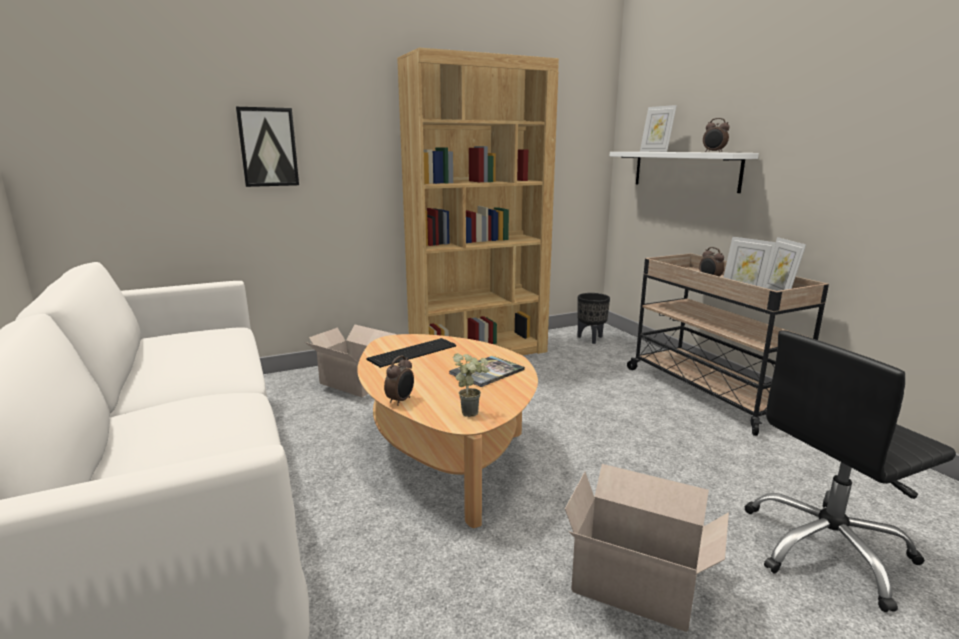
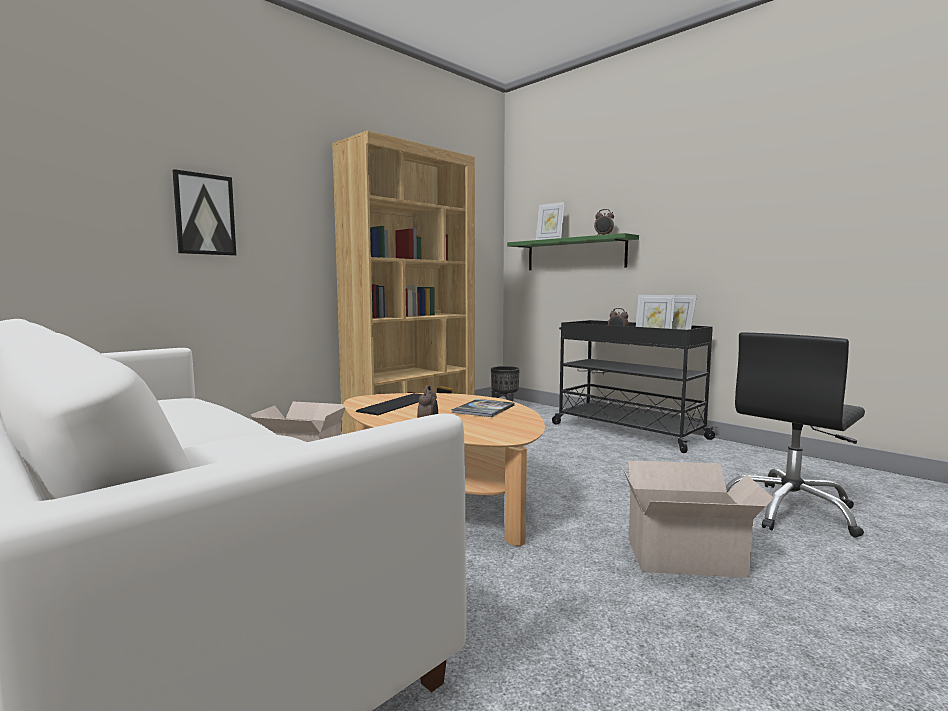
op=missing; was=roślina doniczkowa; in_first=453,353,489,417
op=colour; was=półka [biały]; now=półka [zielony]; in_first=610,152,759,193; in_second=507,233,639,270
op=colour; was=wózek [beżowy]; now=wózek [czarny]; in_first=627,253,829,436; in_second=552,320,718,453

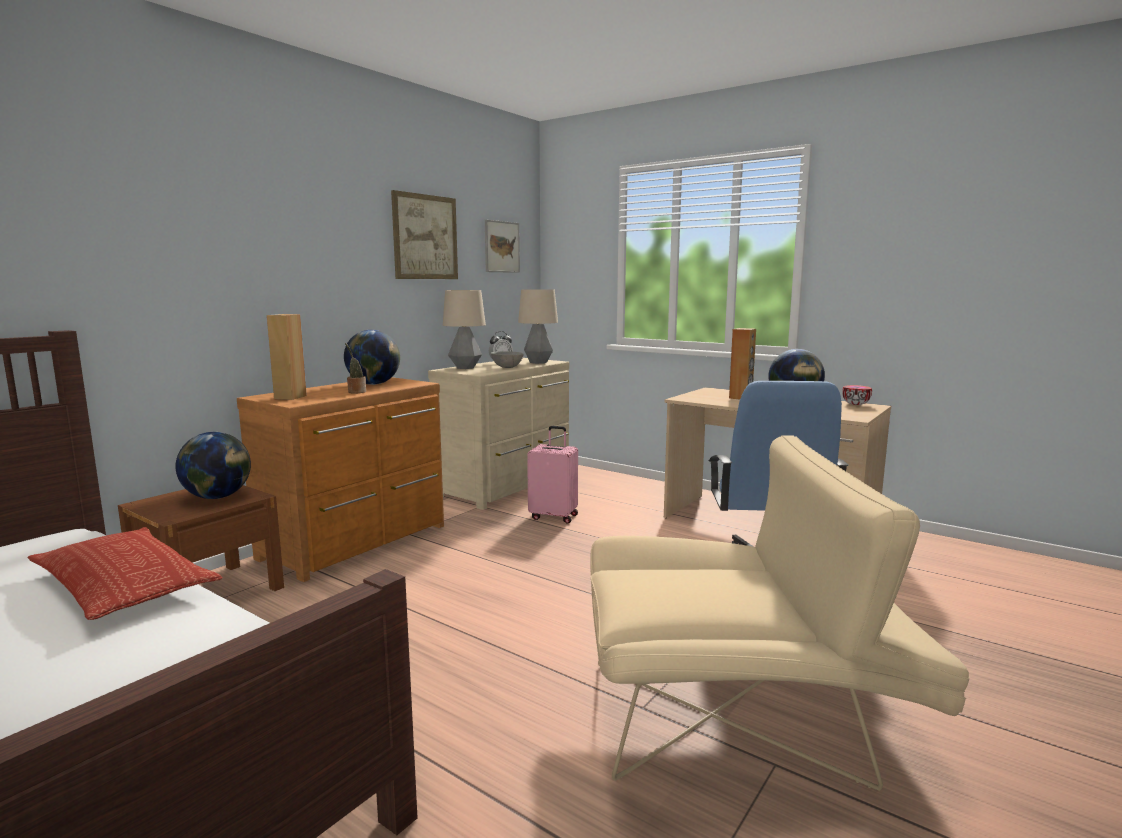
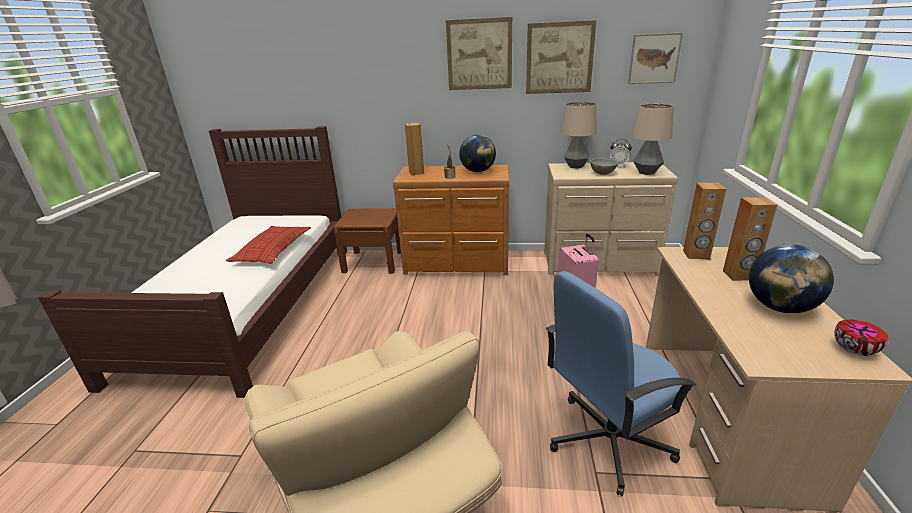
op=missing; was=globus; in_first=175,432,251,499
op=appeared; now=obraz; in_second=446,17,512,90
op=appeared; now=głośnik [brązowy]; in_second=683,183,726,259

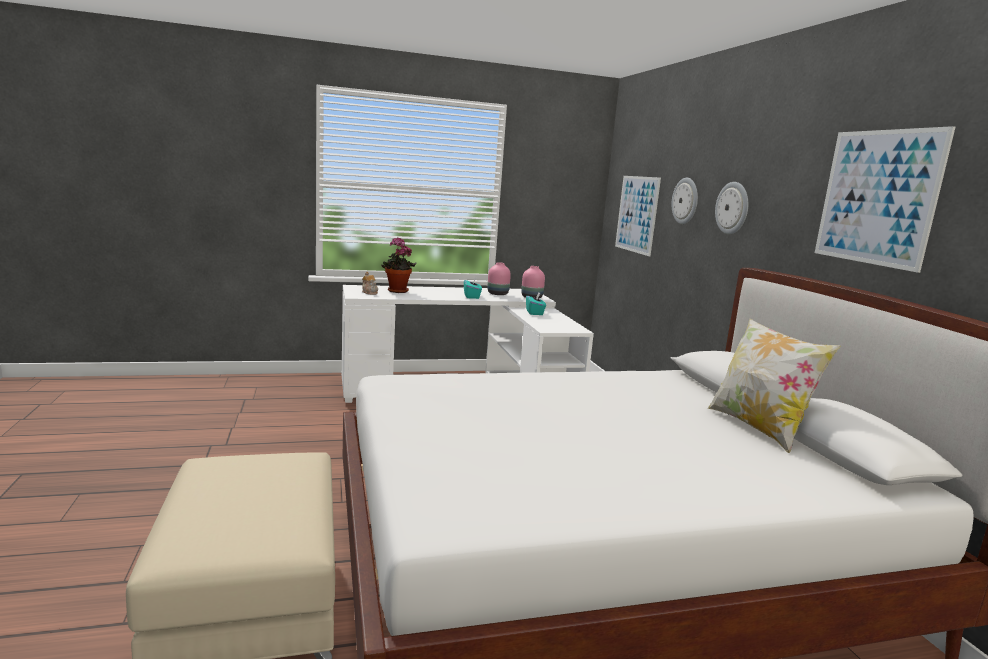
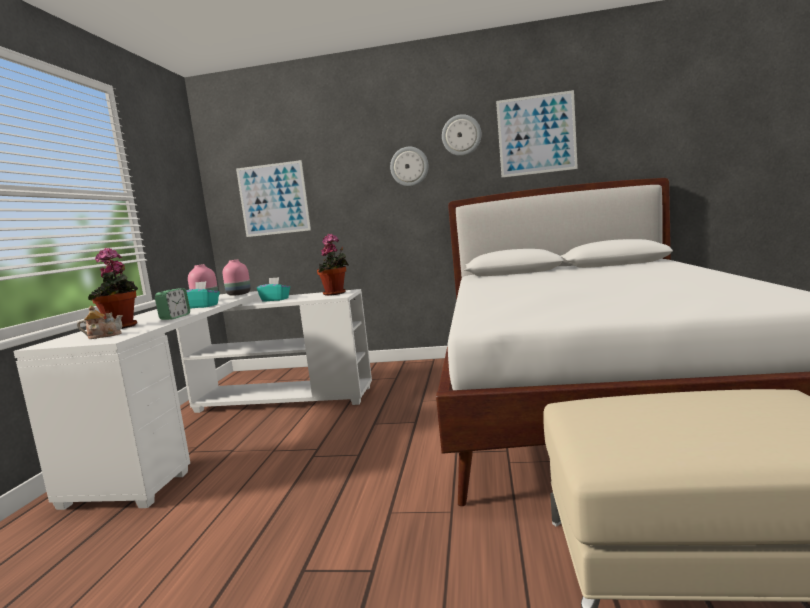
op=missing; was=poduszka; in_first=708,318,840,453
op=appeared; now=budzik; in_second=155,288,190,320
op=appeared; now=roślina doniczkowa; in_second=317,234,349,296
op=relocated; was=zegar ścienny; in_first=671,178,698,224; in_second=442,114,481,156

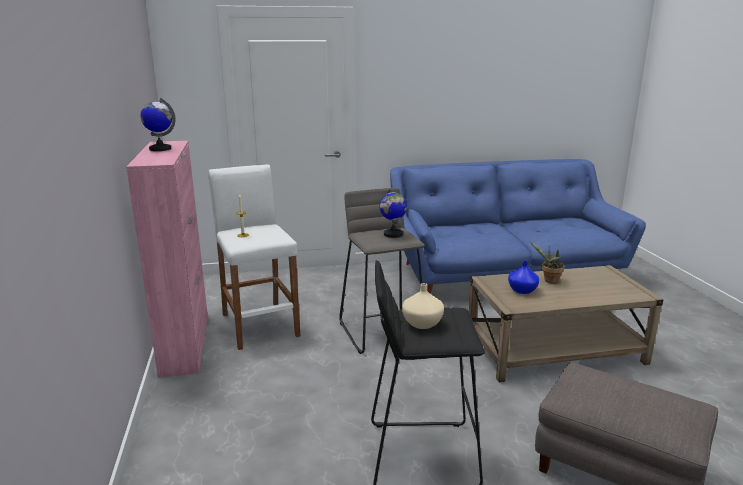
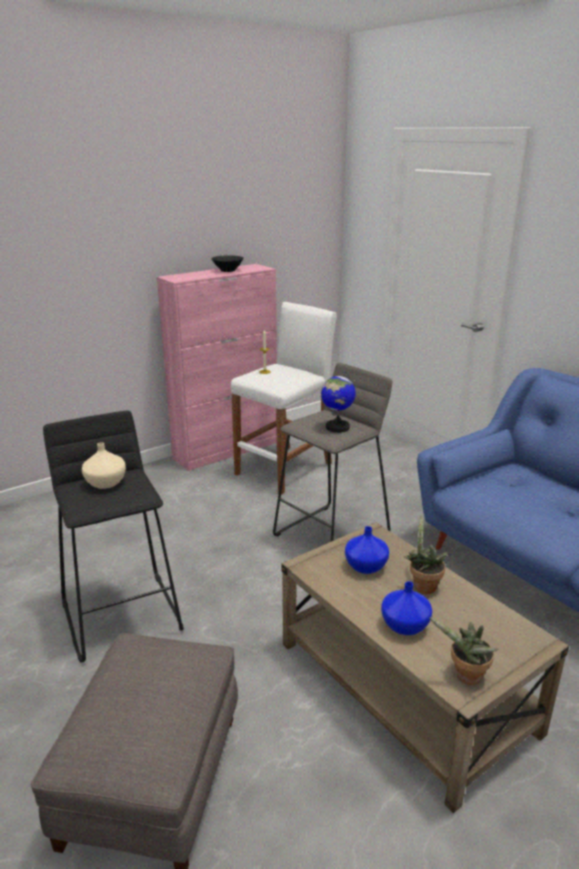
op=appeared; now=wazon [niebieski]; in_second=381,581,432,635
op=appeared; now=roślina doniczkowa; in_second=429,617,499,685
op=exchanged; was=globus; now=miska [czarny]; in_first=140,98,176,151; in_second=211,255,244,272

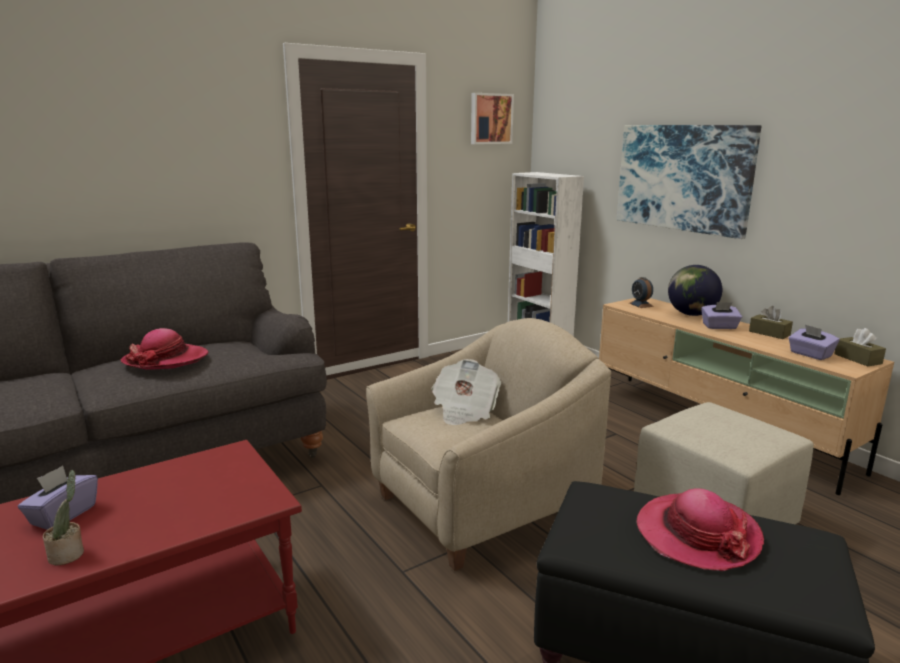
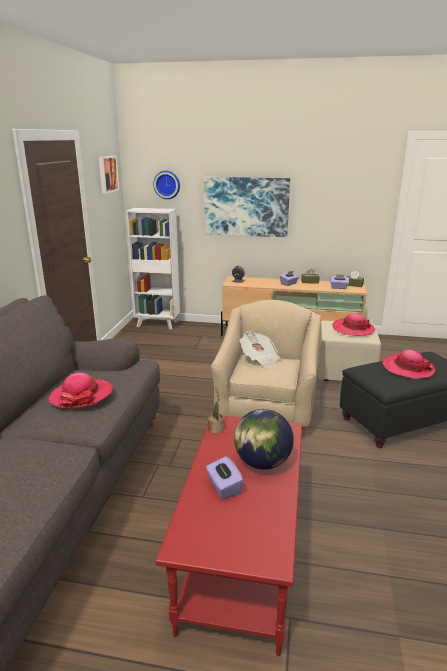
op=appeared; now=zegar ścienny; in_second=153,171,180,199
op=appeared; now=kapelusz; in_second=332,313,375,336
op=relocated; was=roślina doniczkowa; in_first=43,470,84,565; in_second=208,387,223,434
op=relocated; was=globus; in_first=668,265,722,316; in_second=234,409,294,470

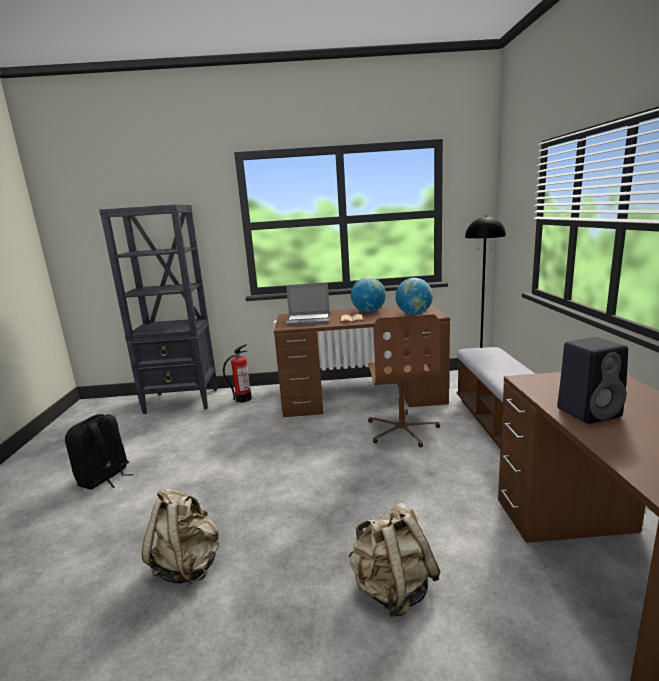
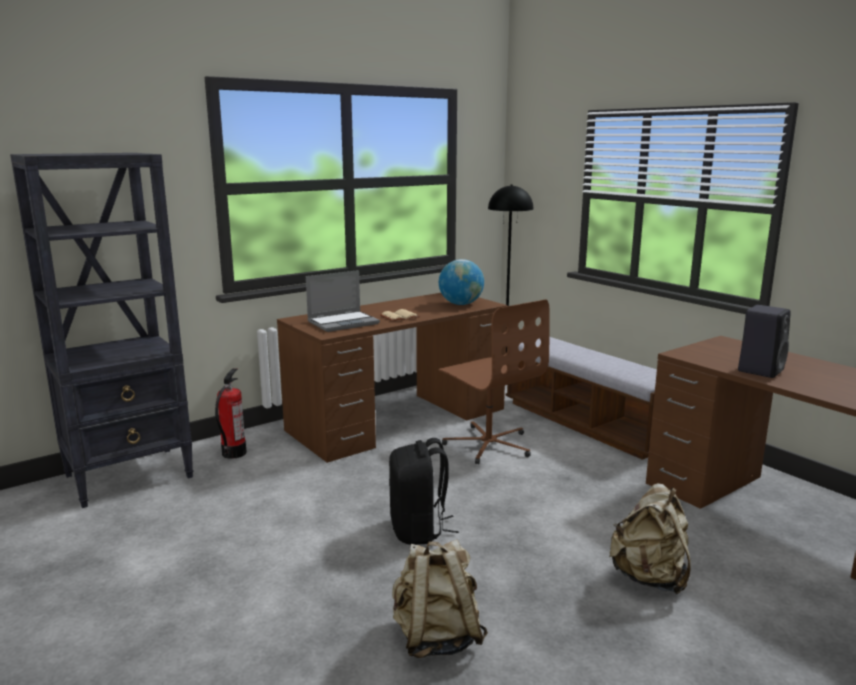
op=missing; was=globus; in_first=351,277,386,312
op=relocated; was=plecak [czarny]; in_first=65,414,133,490; in_second=389,438,459,545

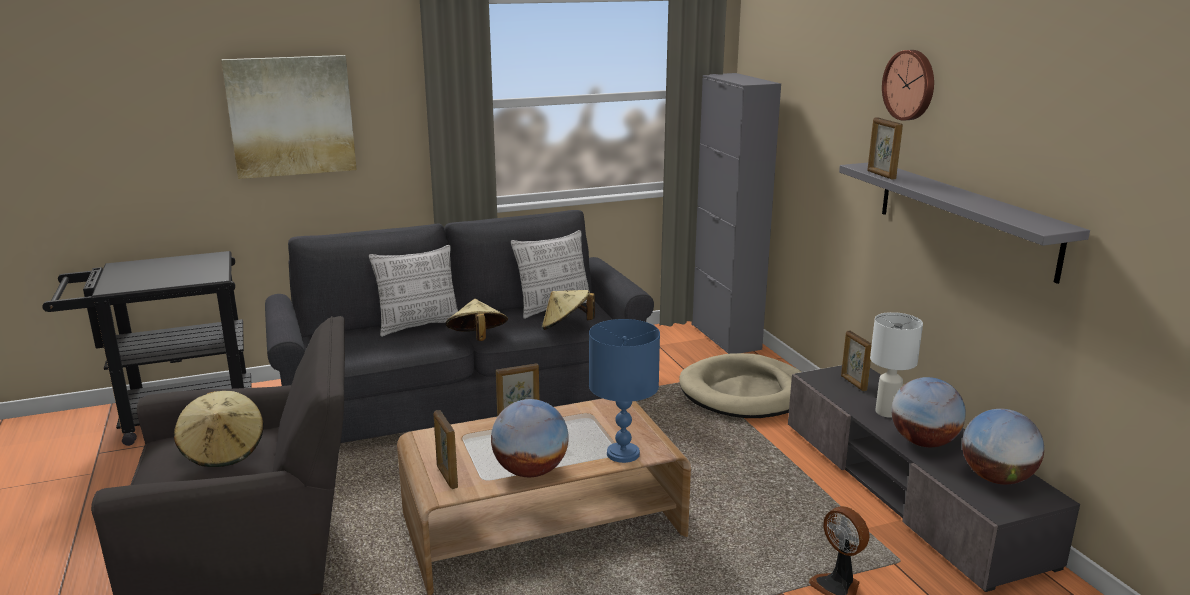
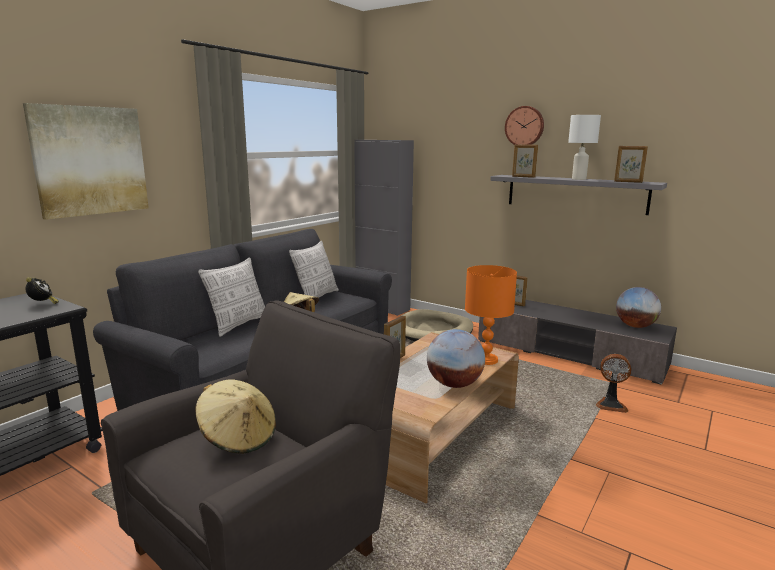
op=missing; was=kapelusz [beżowy]; in_first=542,290,595,330
op=missing; was=globus; in_first=892,377,966,447
op=appeared; now=budzik; in_second=26,277,59,304
op=relocated; was=ramka na zdjęcie; in_first=434,410,458,489; in_second=614,146,648,183
op=relocated; was=lampa stołowa [biały]; in_first=870,312,923,418; in_second=568,115,601,180
op=colour; was=lampa stołowa [niebieski]; now=lampa stołowa [pomarańczowy]; in_first=589,319,660,463; in_second=465,265,517,365

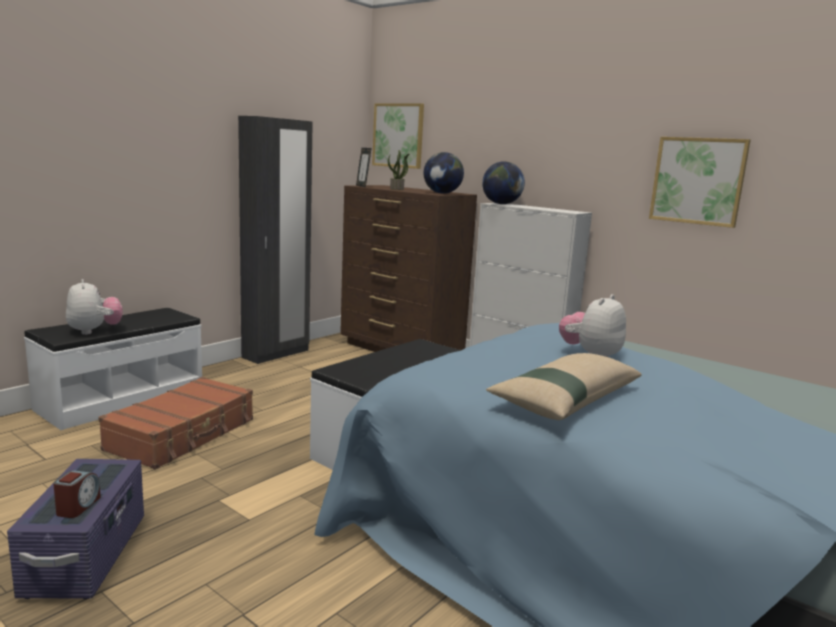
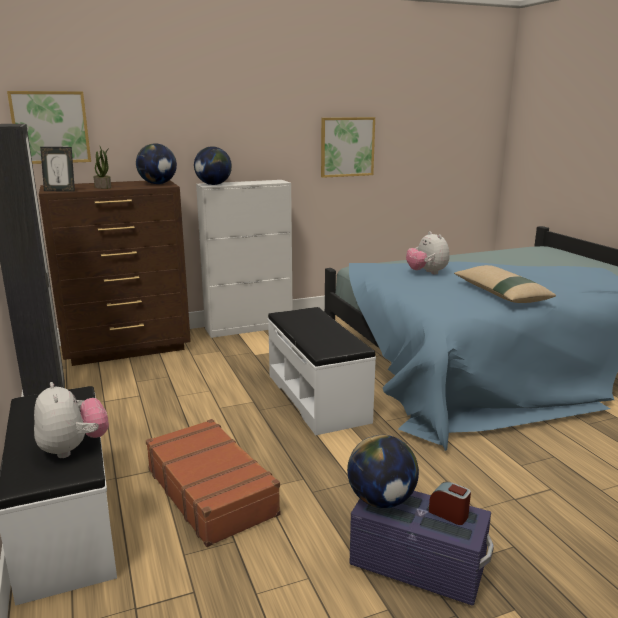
op=appeared; now=globus; in_second=347,435,419,508
op=spun; was=pluszak; in_first=66,279,122,335; in_second=34,382,109,458; clockwise=60

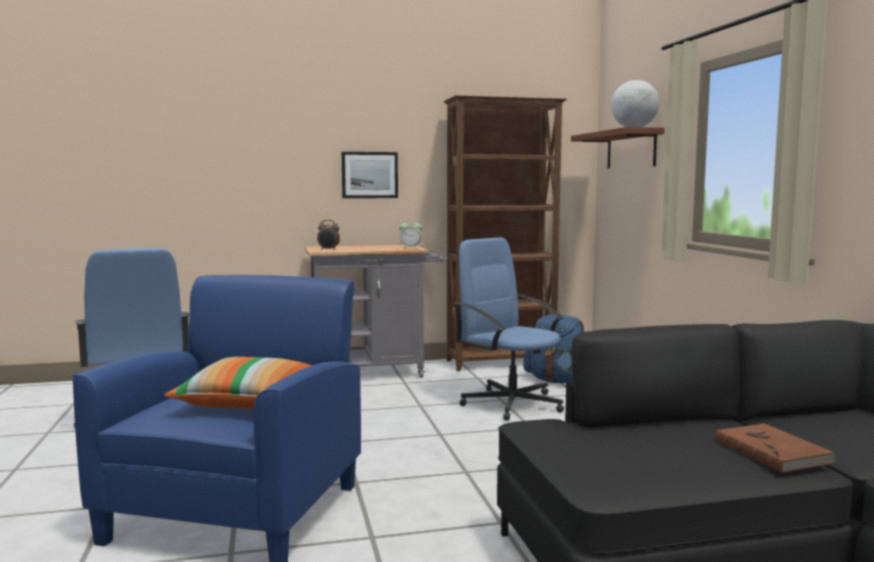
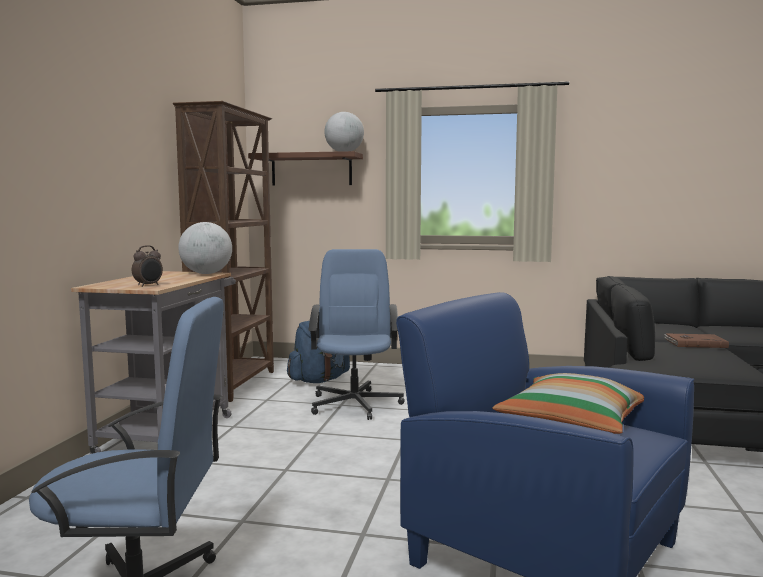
op=missing; was=obraz; in_first=342,152,398,198
op=exchanged; was=budzik; now=globus; in_first=399,219,423,249; in_second=178,222,232,274
op=spun; was=krzesło biurowe [niebieski]; in_first=454,237,564,421; in_second=308,249,405,420; clockwise=105

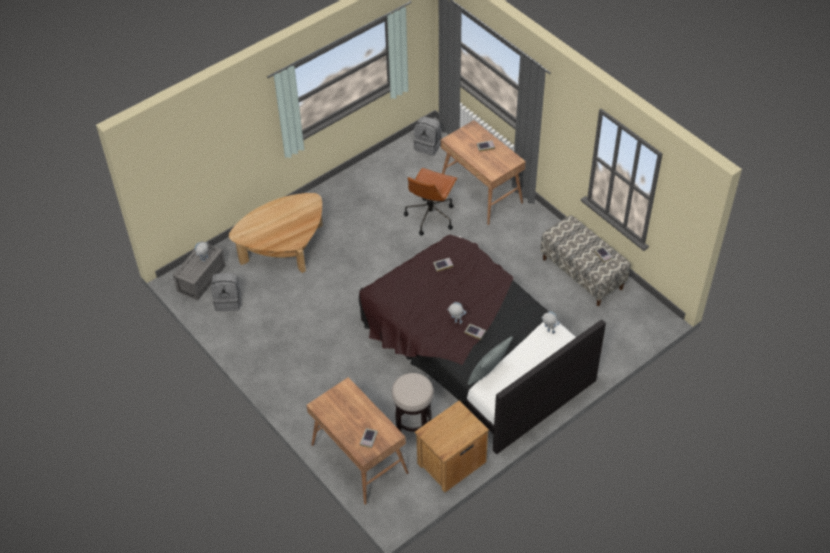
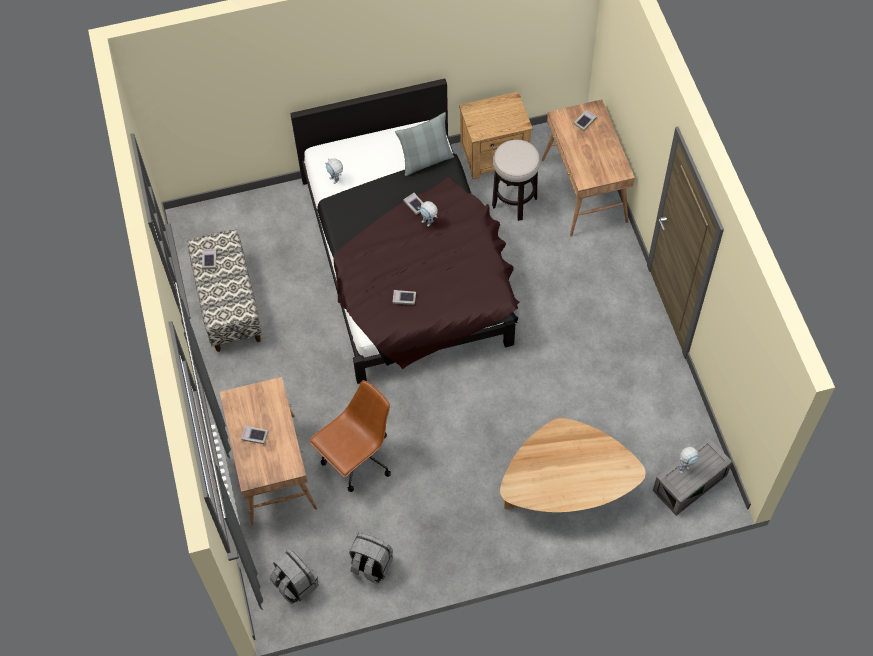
op=relocated; was=plecak [szary]; in_first=211,273,241,311; in_second=349,533,393,584

